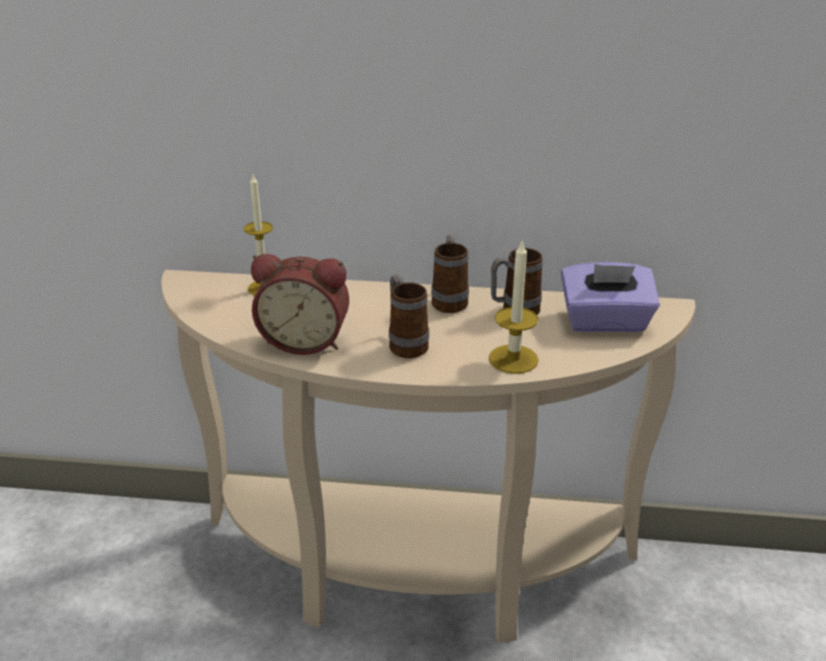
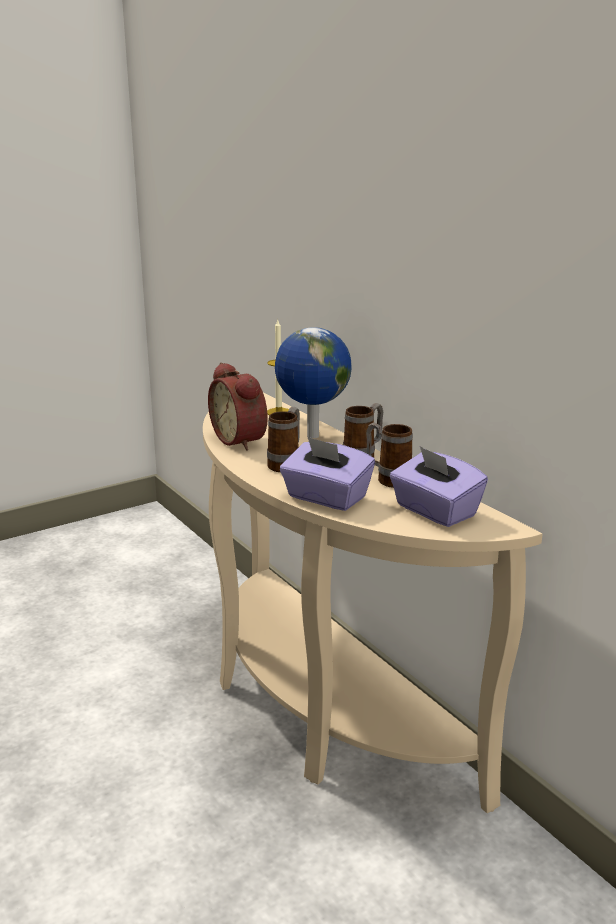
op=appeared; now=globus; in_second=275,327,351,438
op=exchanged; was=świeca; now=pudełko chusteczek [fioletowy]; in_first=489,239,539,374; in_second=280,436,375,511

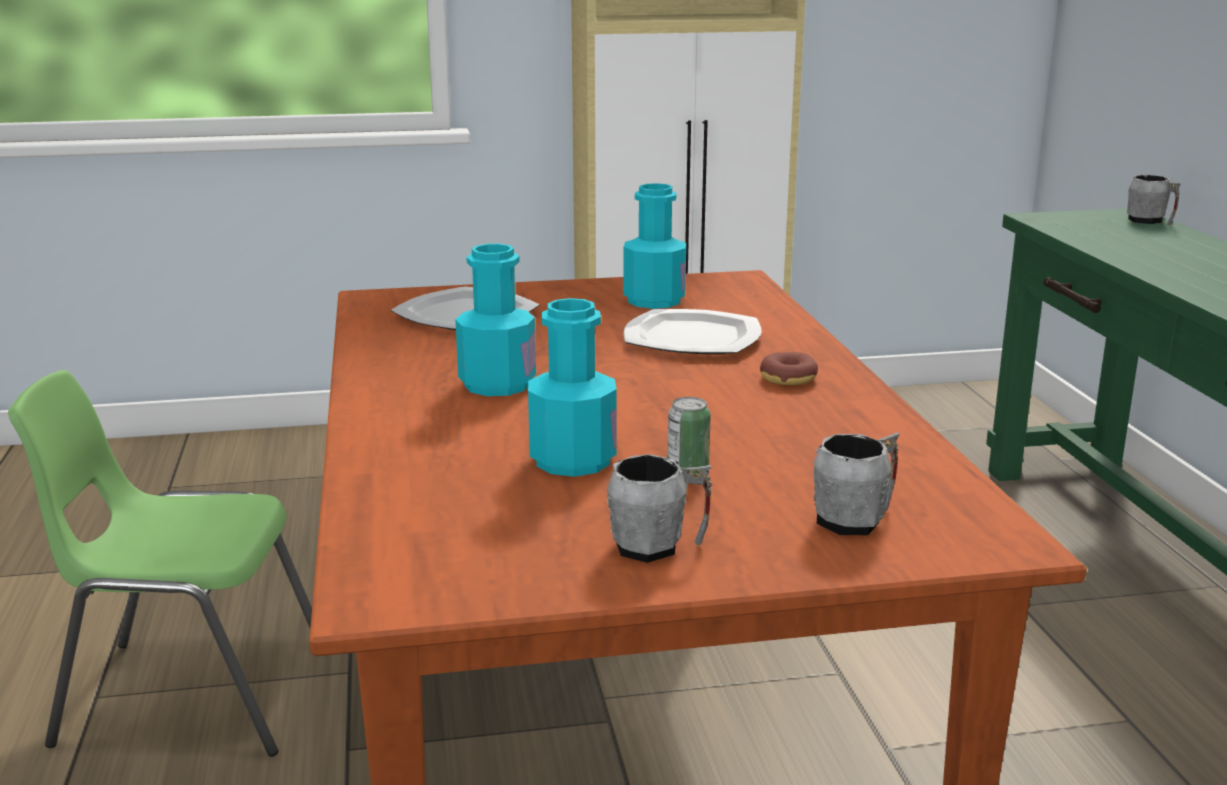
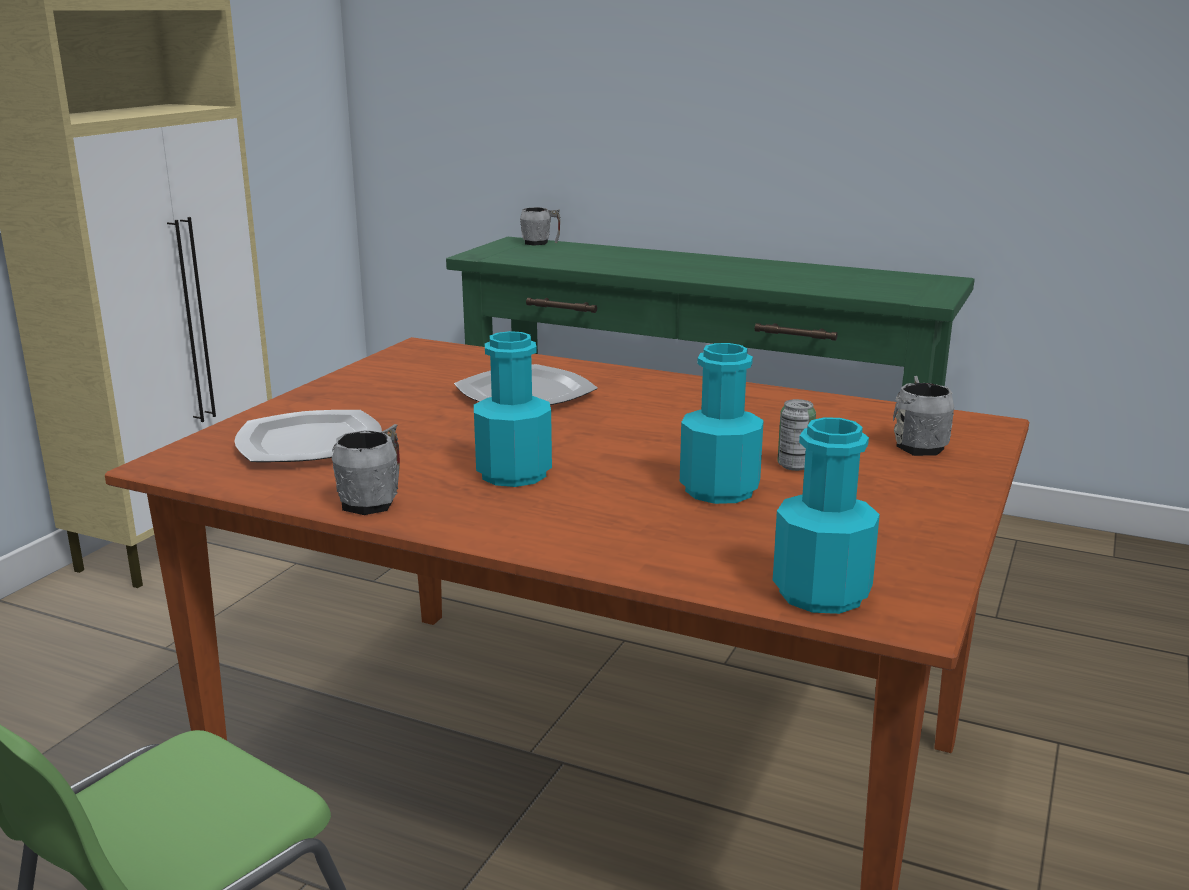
op=missing; was=donut; in_first=760,352,818,385
op=relocated; was=kubek [szary]; in_first=607,454,713,563; in_second=332,424,400,515
op=relocated; was=butelka [turkusowy]; in_first=623,183,686,309; in_second=773,417,880,614

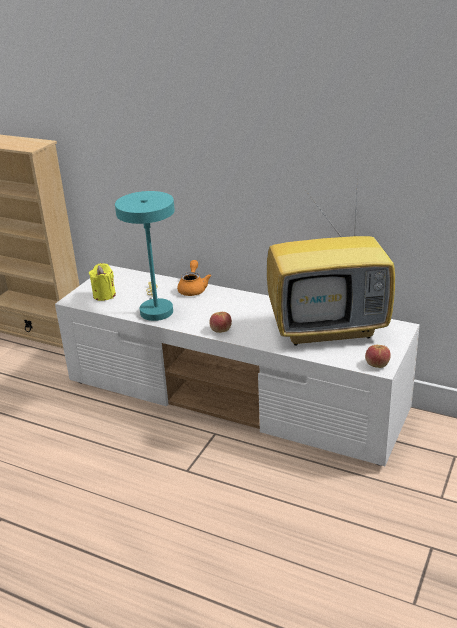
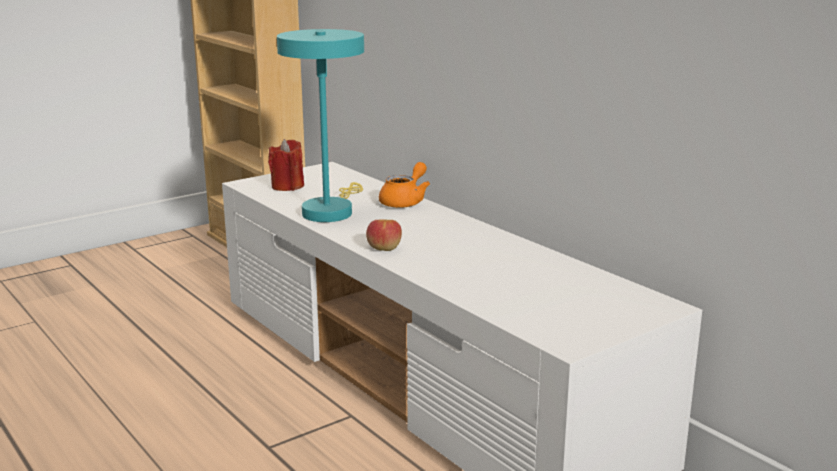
op=missing; was=telewizor; in_first=267,176,395,346
op=missing; was=jabłko; in_first=365,345,391,368
op=colour; was=świeca [żółty]; now=świeca [czerwony]; in_first=89,263,116,301; in_second=268,139,304,191

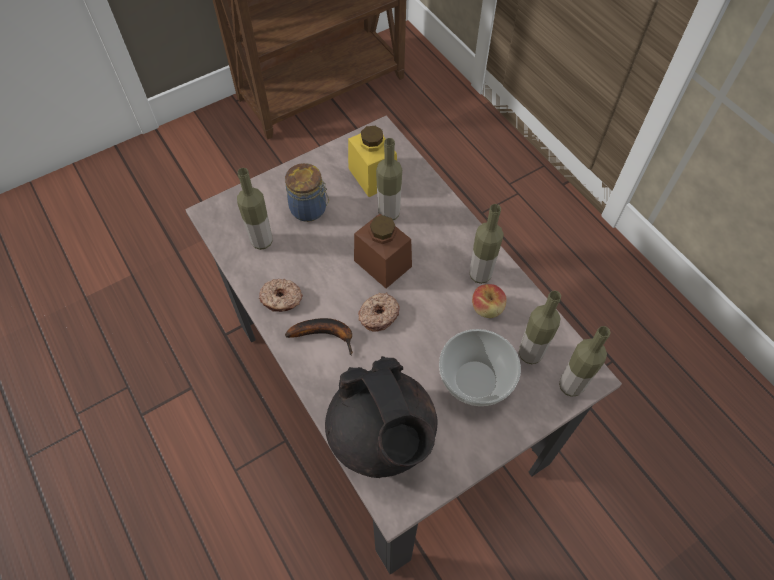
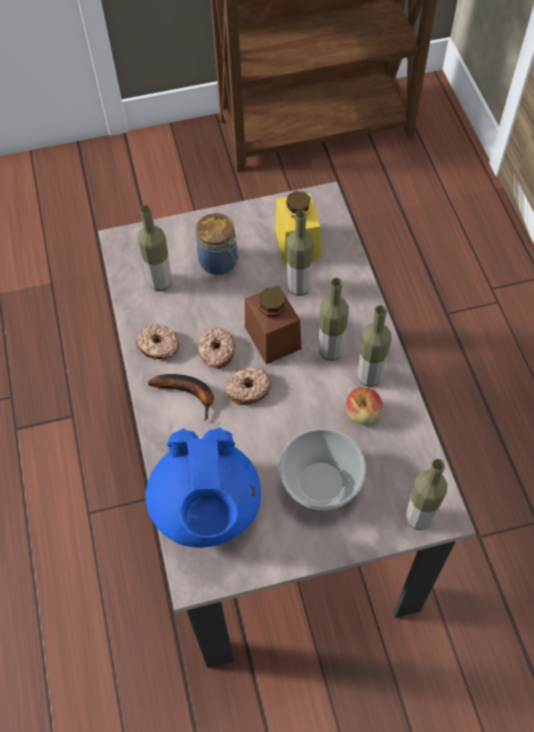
op=appeared; now=donut; in_second=198,328,235,369
op=relocated; was=butelka; in_first=519,290,561,364; in_second=319,278,349,361
op=colour; was=imbryk [czarny]; now=imbryk [niebieski]; in_first=325,356,437,478; in_second=146,427,261,548

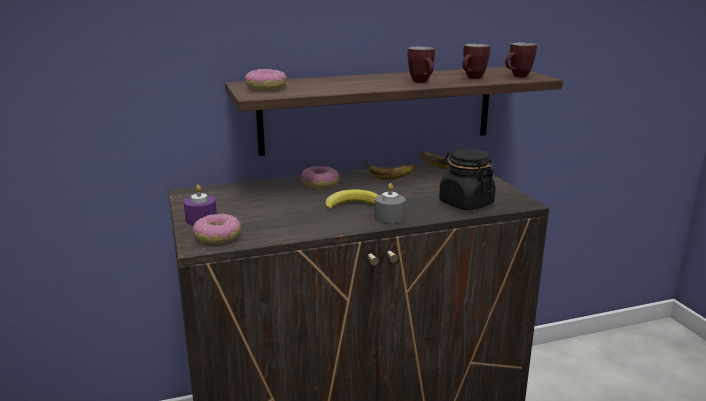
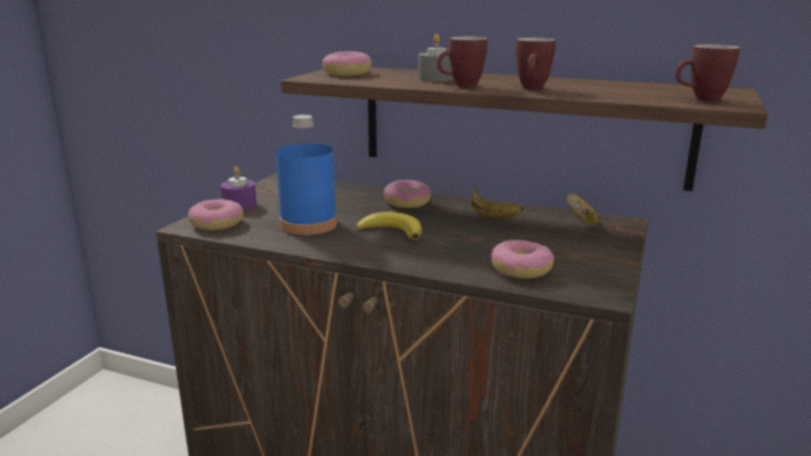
op=appeared; now=butelka [niebieski]; in_second=276,115,337,235
op=relocated; was=świeca [szary]; in_first=375,183,406,224; in_second=418,34,454,81
op=relocated; was=kubek; in_first=463,44,490,79; in_second=437,36,487,88
op=exchanged; was=słoik [czarny]; now=donut; in_first=439,149,496,210; in_second=492,239,554,279

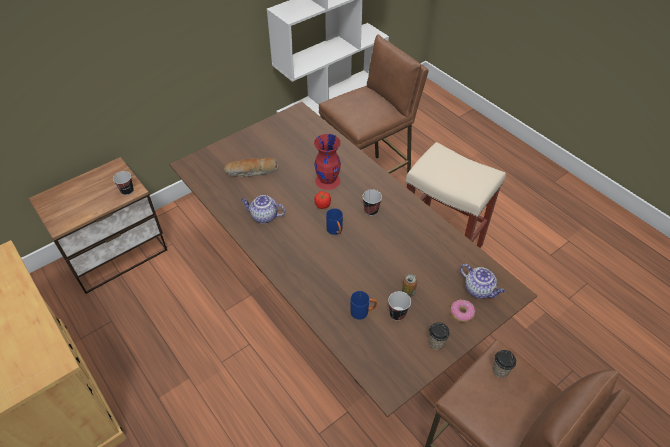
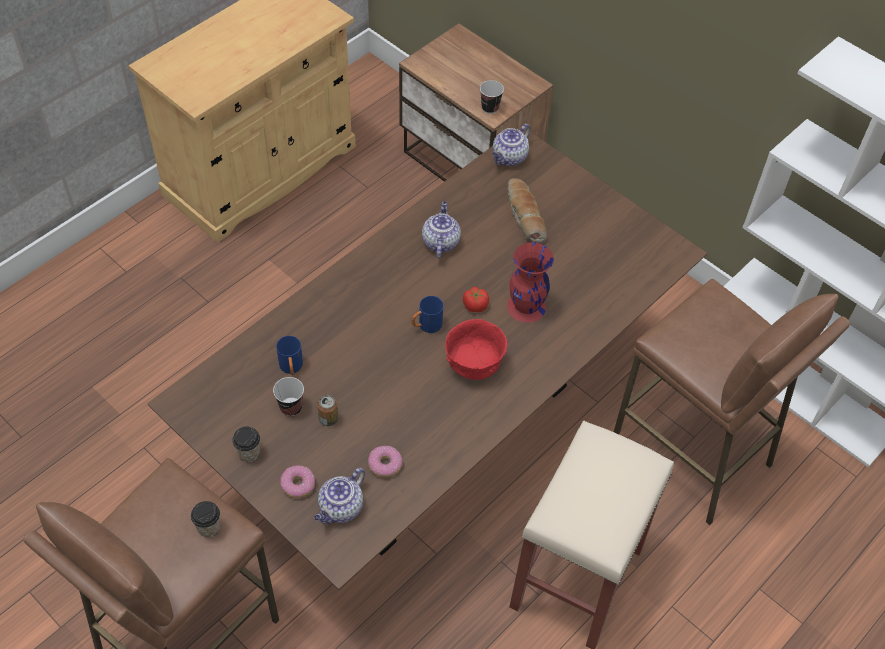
op=appeared; now=donut; in_second=368,446,402,478
op=appeared; now=imbryk; in_second=492,124,530,166
op=exchanged; was=filiżanka; now=miska [czerwony]; in_first=363,189,382,216; in_second=445,319,507,380

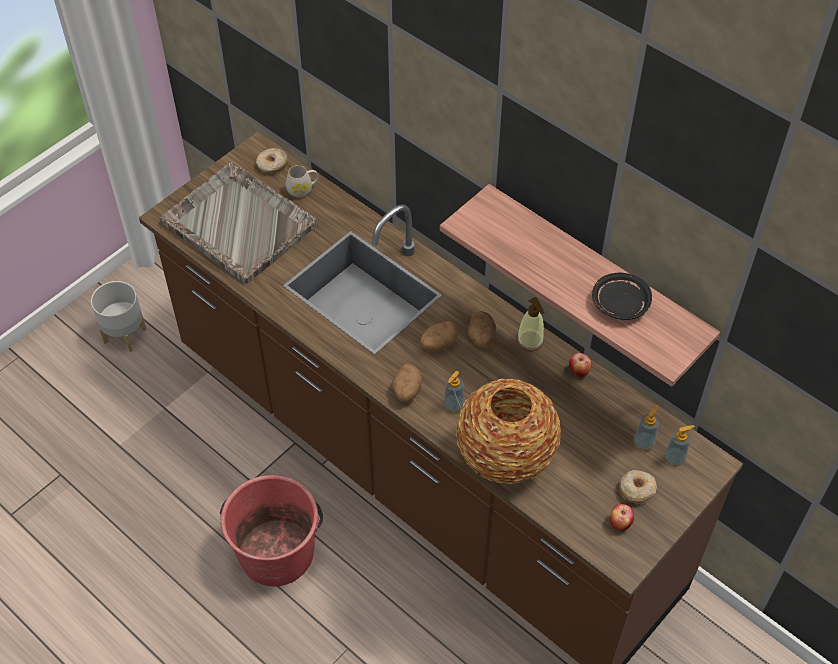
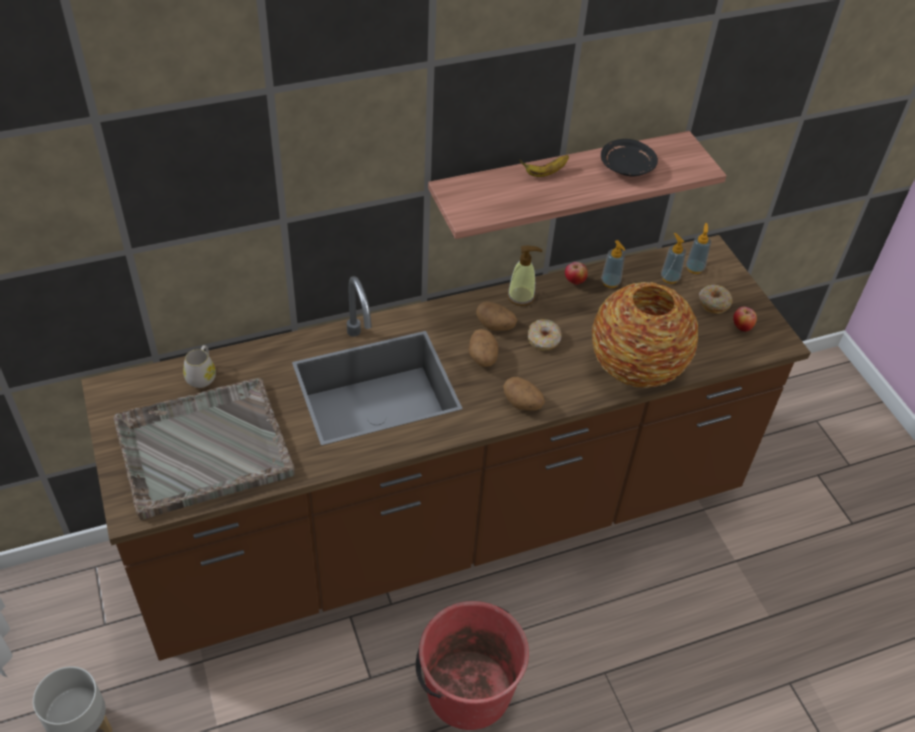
op=appeared; now=banan; in_second=519,155,569,177
op=relocated; was=donut; in_first=256,148,288,173; in_second=528,319,562,351
op=relocated; was=dozownik mydła; in_first=444,371,464,412; in_second=601,240,625,288

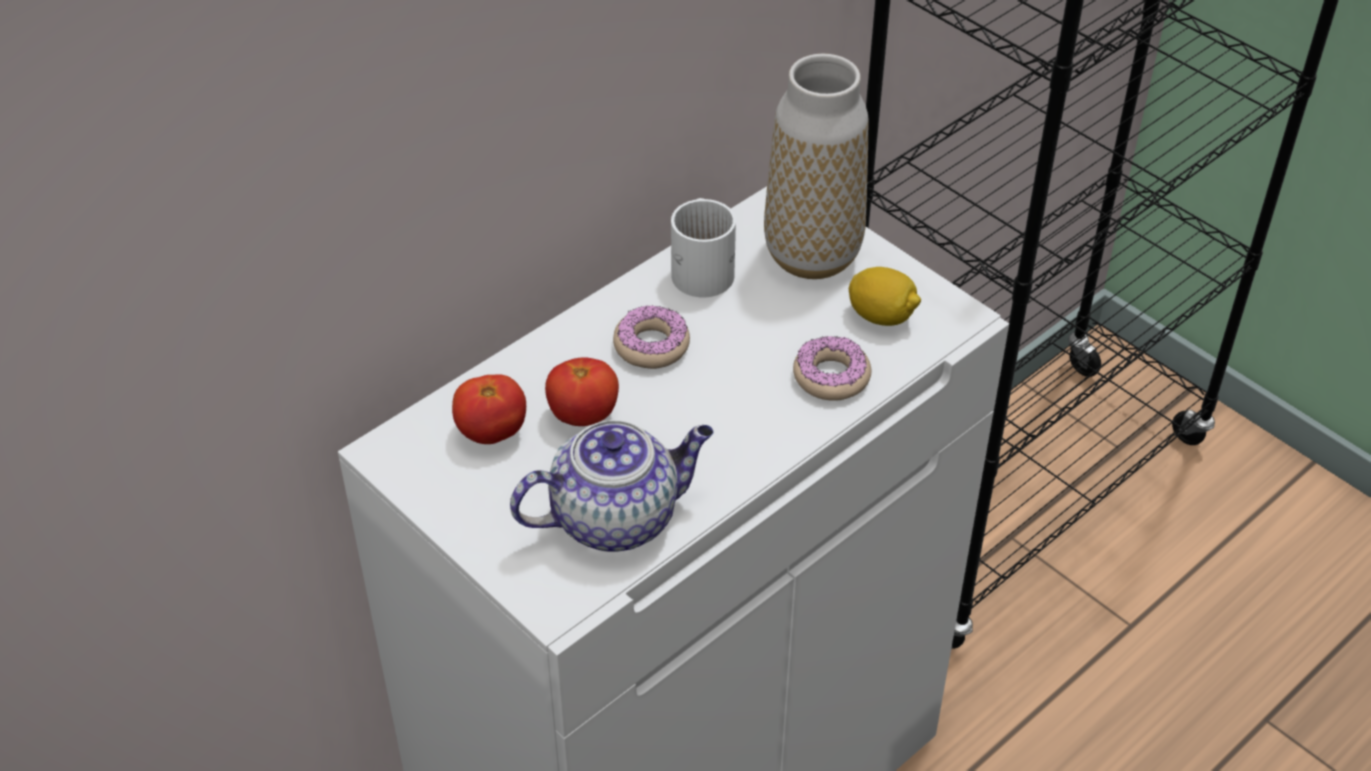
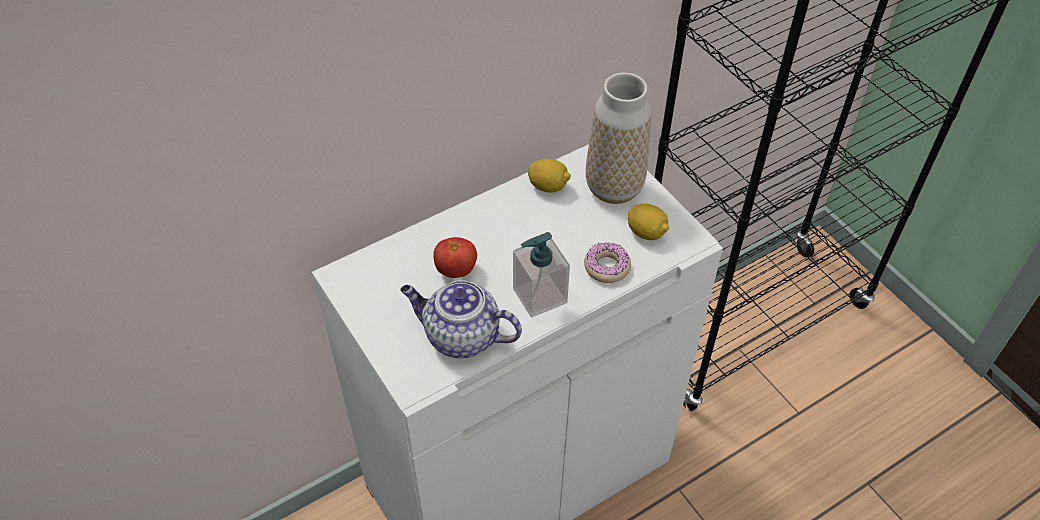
op=missing; was=pomidor; in_first=452,374,526,444
op=missing; was=donut; in_first=613,305,690,369
op=appeared; now=dozownik mydła; in_second=513,232,570,317
op=exchanged; was=kubek [biały]; now=cytryna; in_first=671,198,736,298; in_second=528,159,571,192
op=spun; was=imbryk; in_first=510,420,714,552; in_second=400,280,522,358; clockwise=-150

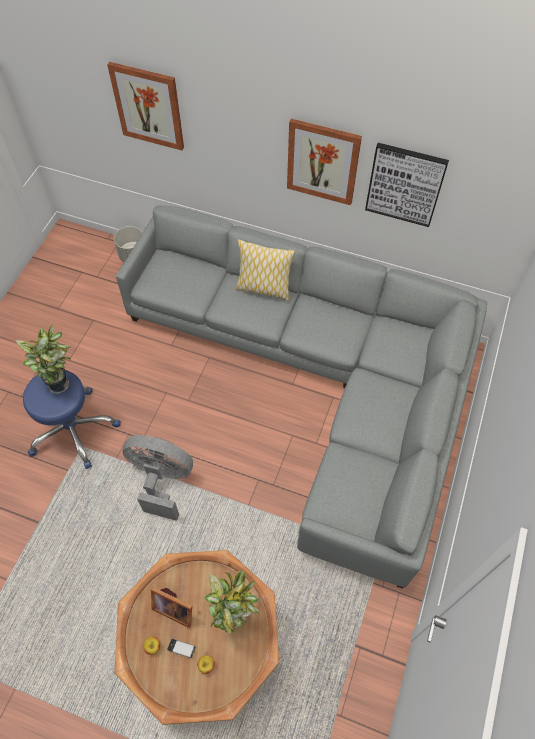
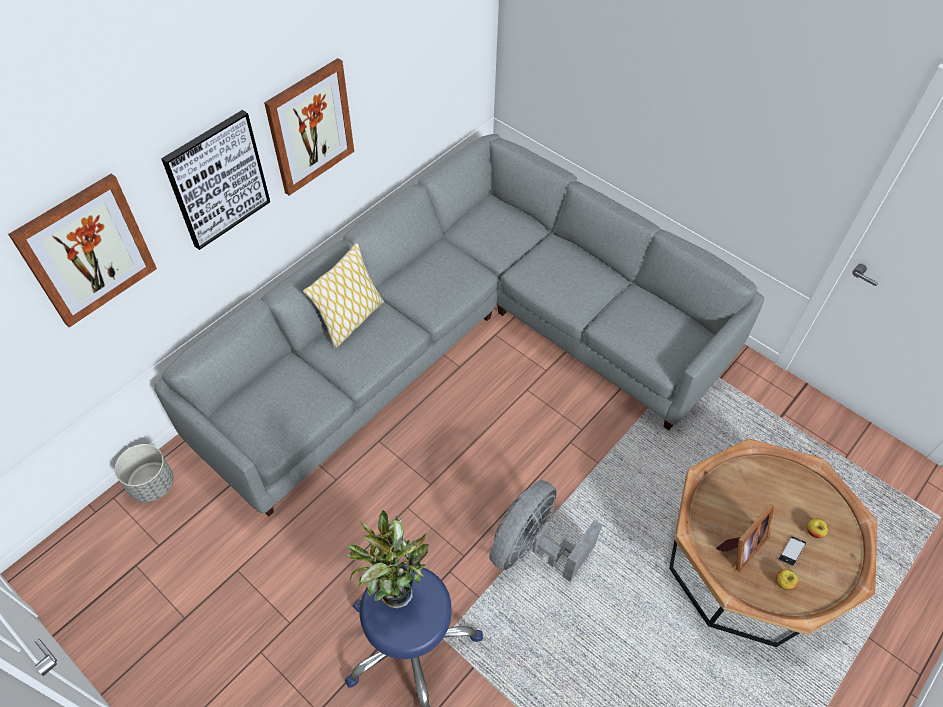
op=missing; was=roślina doniczkowa; in_first=204,570,261,634
op=relocated; was=obraz; in_first=365,143,449,227; in_second=161,110,270,250

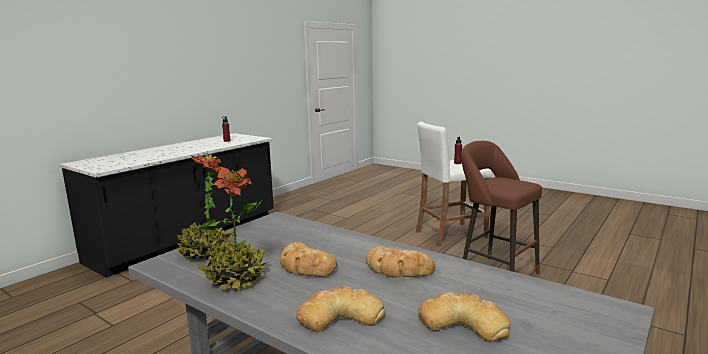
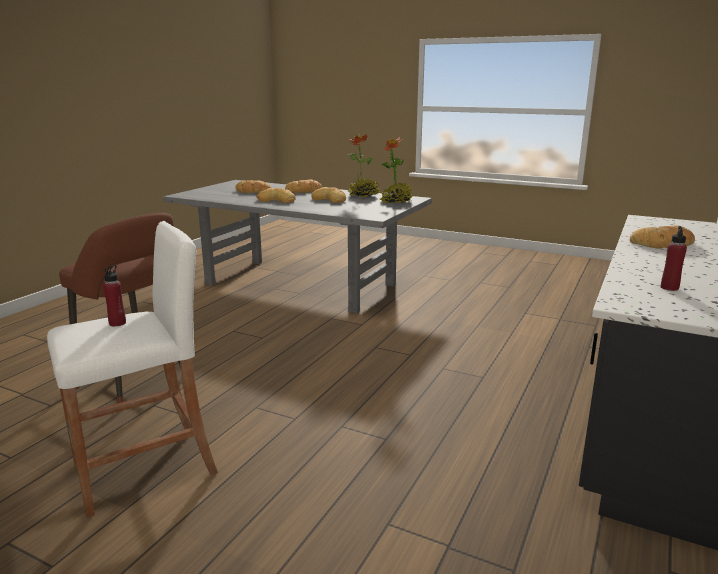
op=appeared; now=chleb; in_second=630,226,695,249

